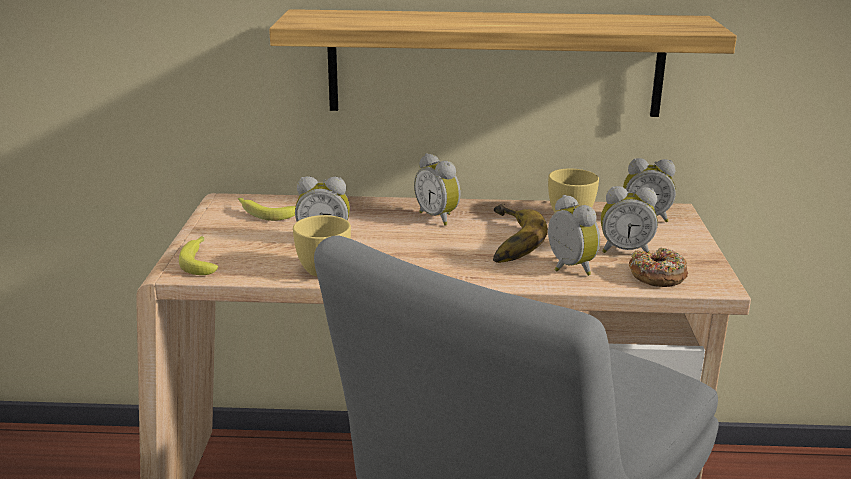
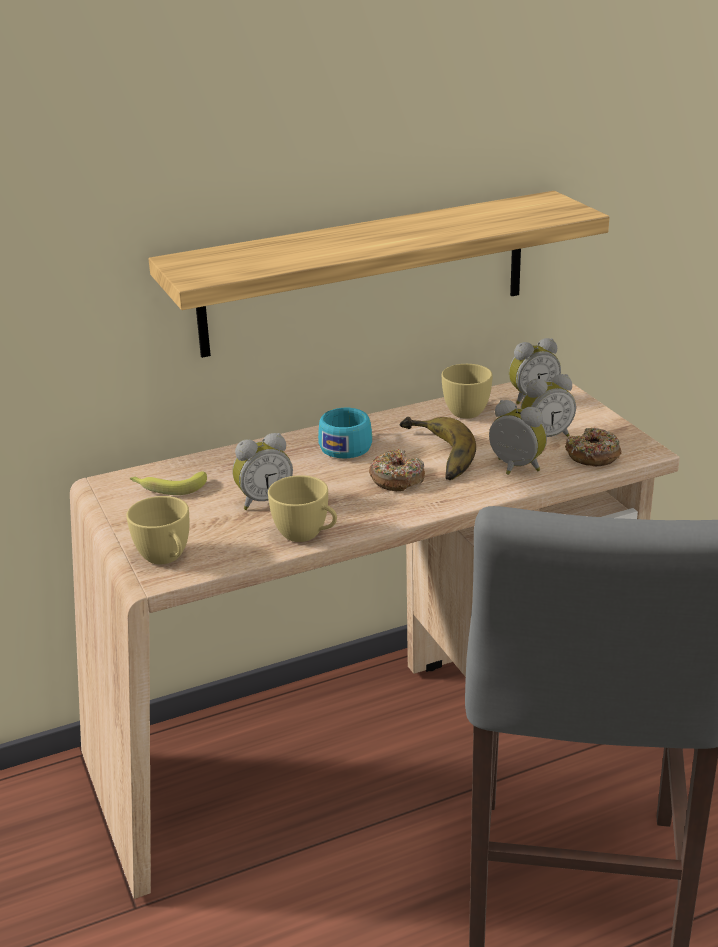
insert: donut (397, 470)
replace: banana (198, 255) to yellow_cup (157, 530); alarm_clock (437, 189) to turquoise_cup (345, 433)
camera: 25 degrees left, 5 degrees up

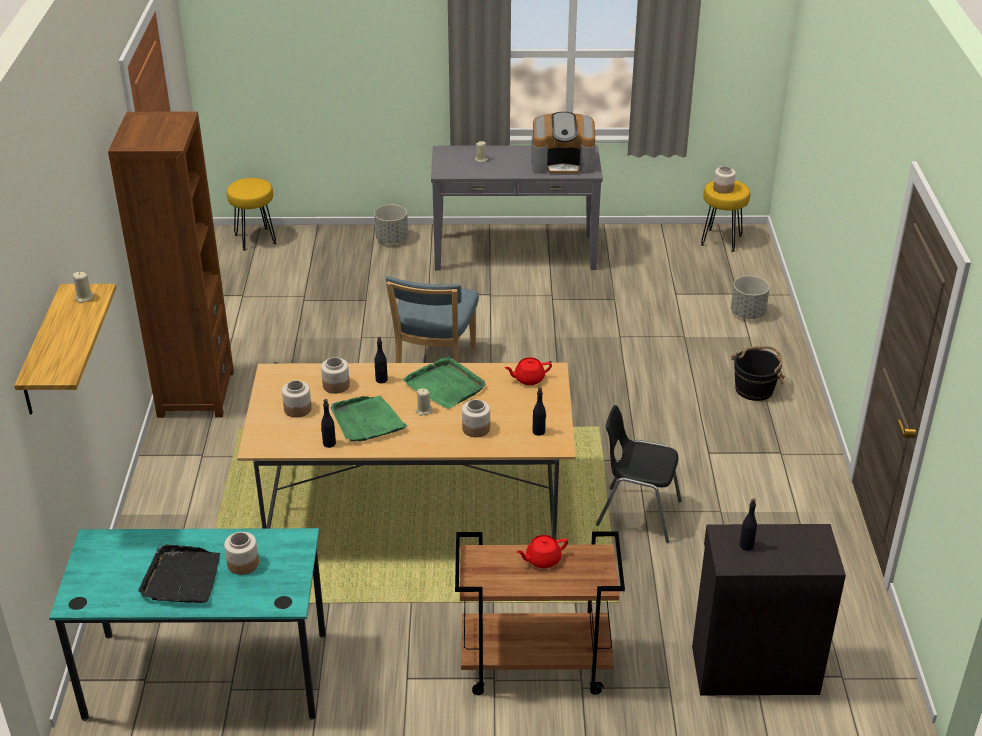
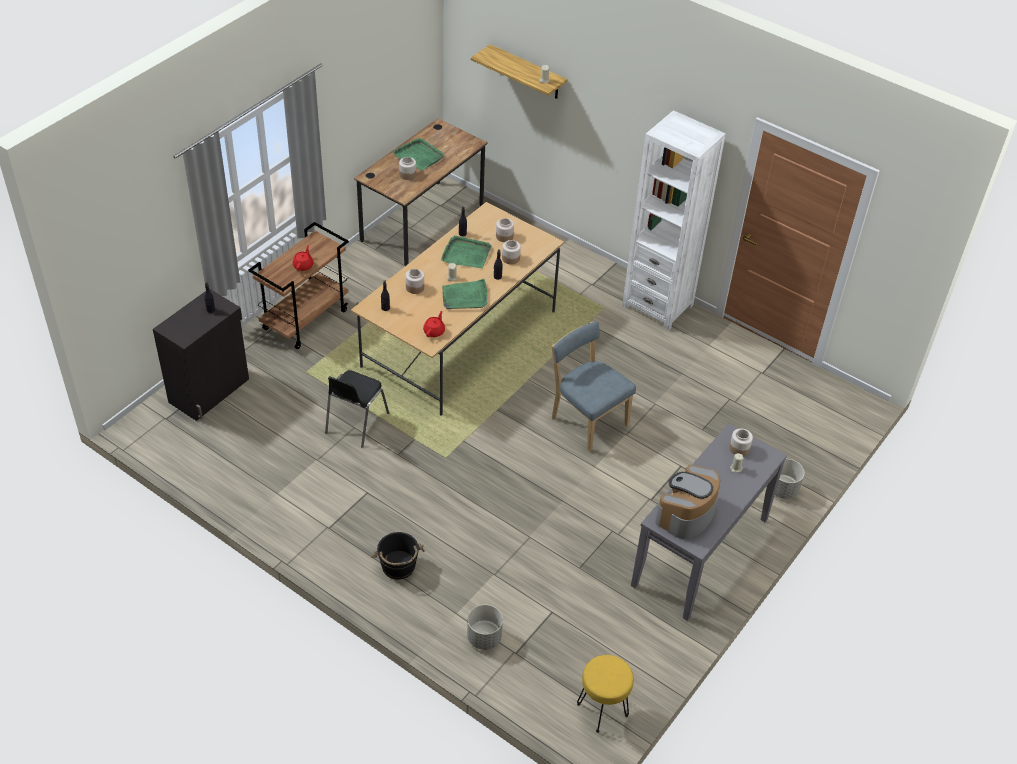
delete: yellow_stool (251, 214)
move: jar (724, 180) to (741, 442)
recolor: turquoise_desk (187, 624) to brown_desk (421, 192); black_tray (179, 574) to green_tray (418, 154); brown_bookcase (171, 265) to white_bookcase (674, 220)
rotate: black_chair (639, 474) = (357, 409) 150 degrees clockwise
camera: 125 degrees right, 10 degrees up

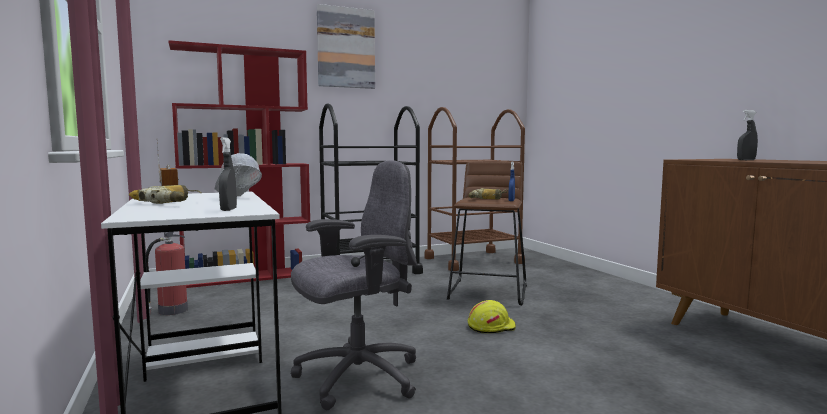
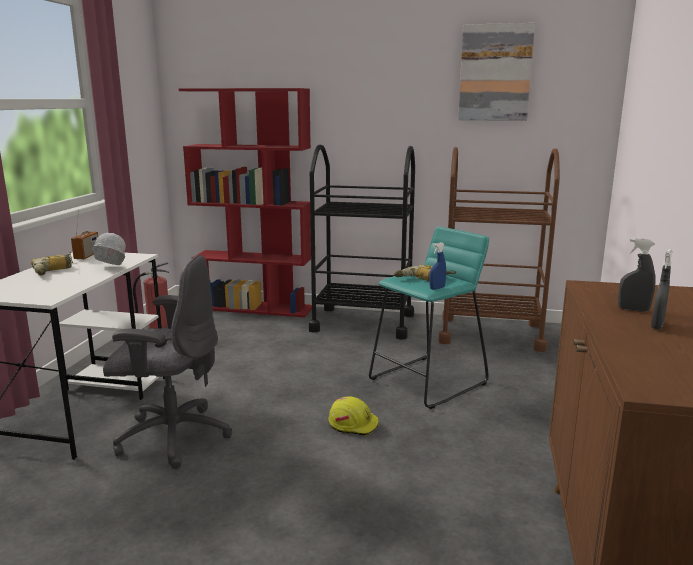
move: picture (346, 46) to (496, 72); grey_spray_bottle (228, 174) to (661, 289)
recolor: brown_stool (487, 233) to turquoise_stool (429, 318)
camera: 35 degrees right, 10 degrees up

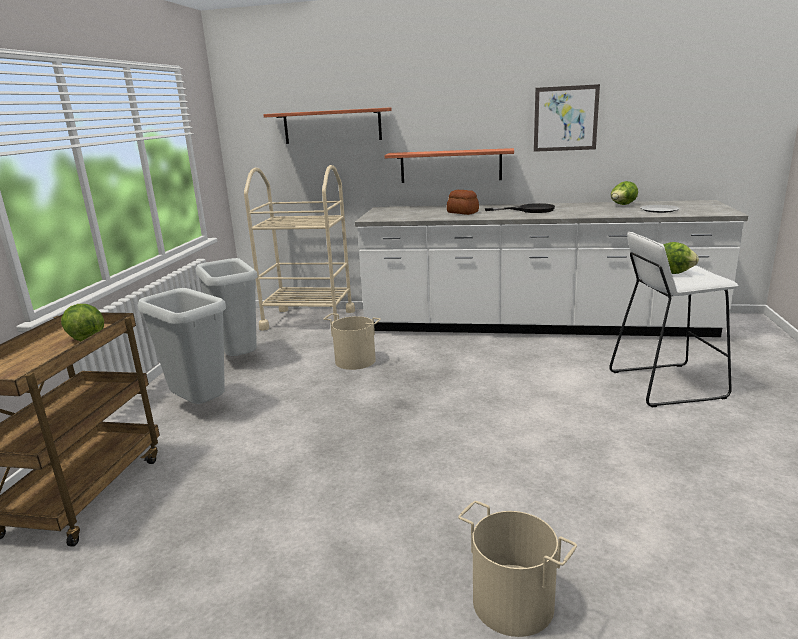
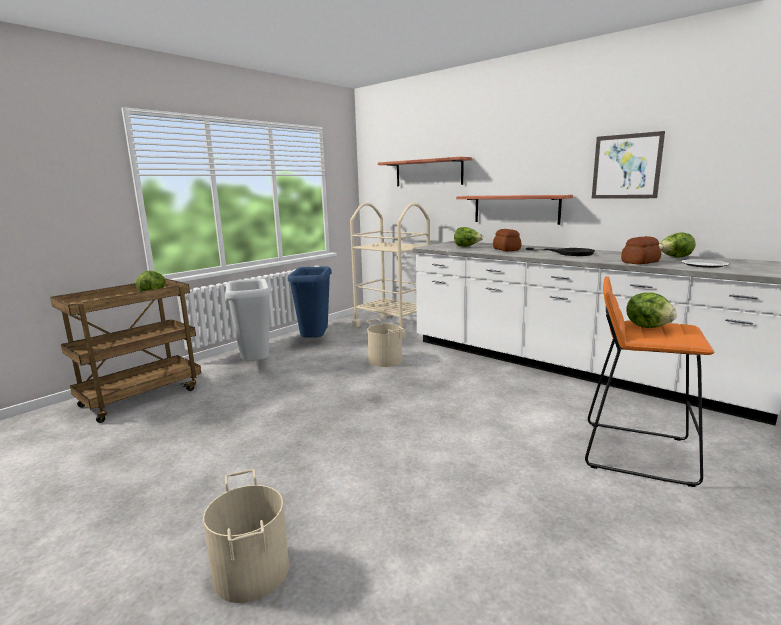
insert: lettuce (468, 237); bread (641, 250)
recolor: grey_trash_can (226, 307) to blue_trash_can (310, 302); white_stool (674, 319) to orange_stool (649, 381)
camera: 30 degrees right, 5 degrees down

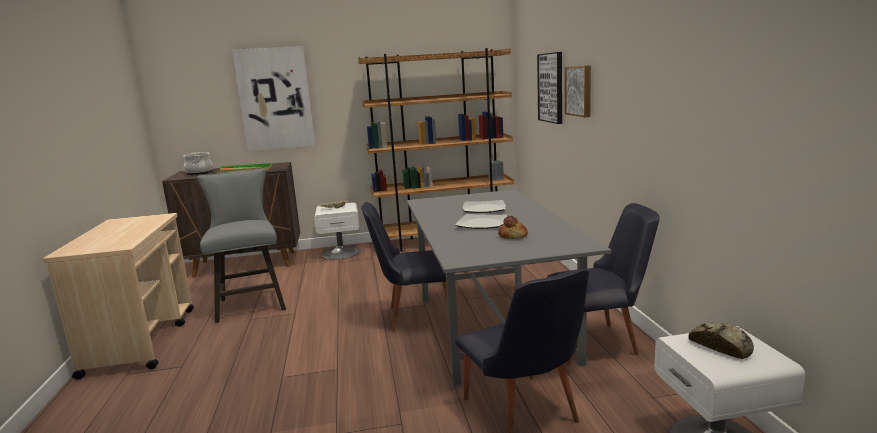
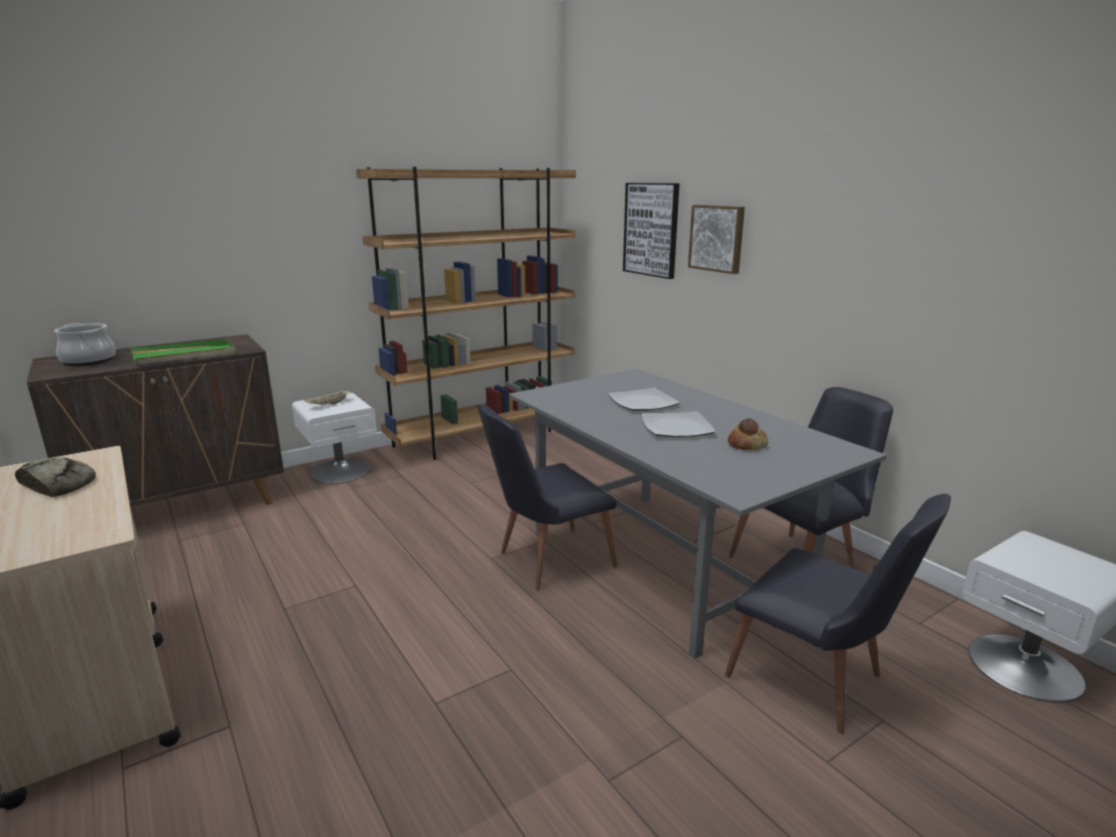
delete: grey_stool (241, 246); picture (273, 98)
move: bread (721, 341) to (55, 477)
camera: 25 degrees left, 5 degrees up

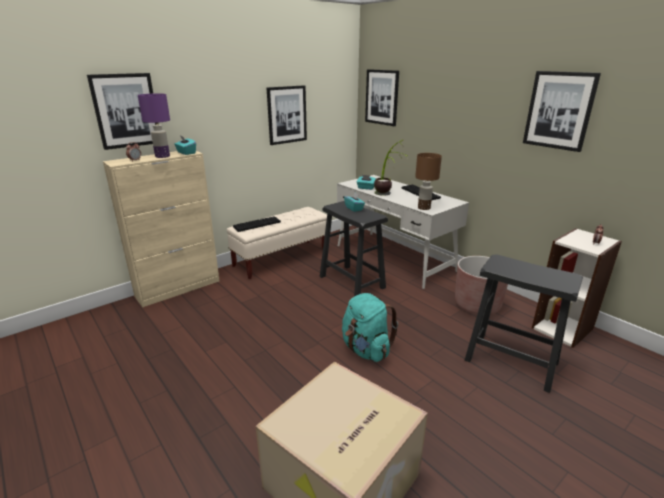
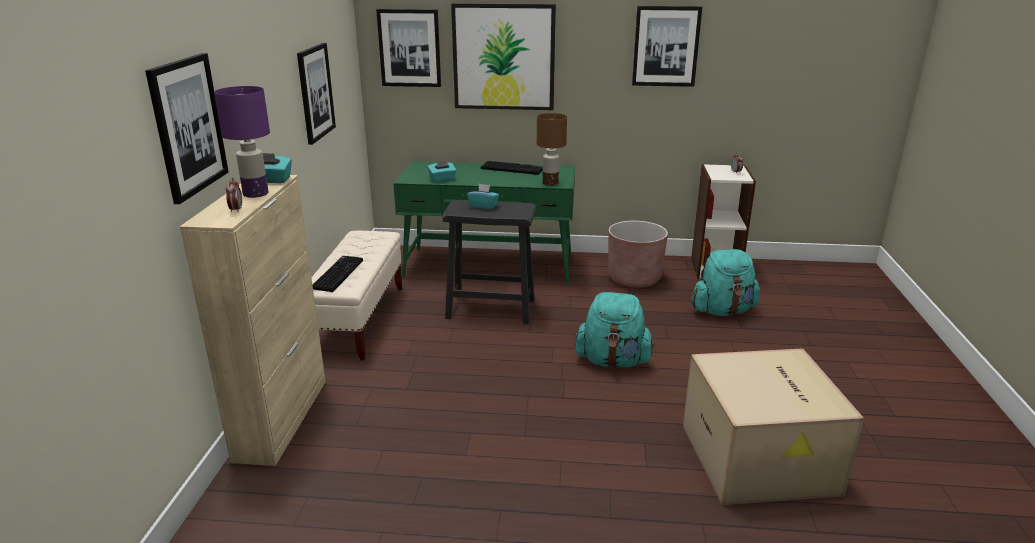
delete: potted_plant (391, 168)
insert: picture (503, 56)
replace: black_stool (524, 324) to turquoise_backpack (725, 282)
recolor: white_desk (403, 232) to green_desk (484, 222)
camera: 45 degrees left, 0 degrees up

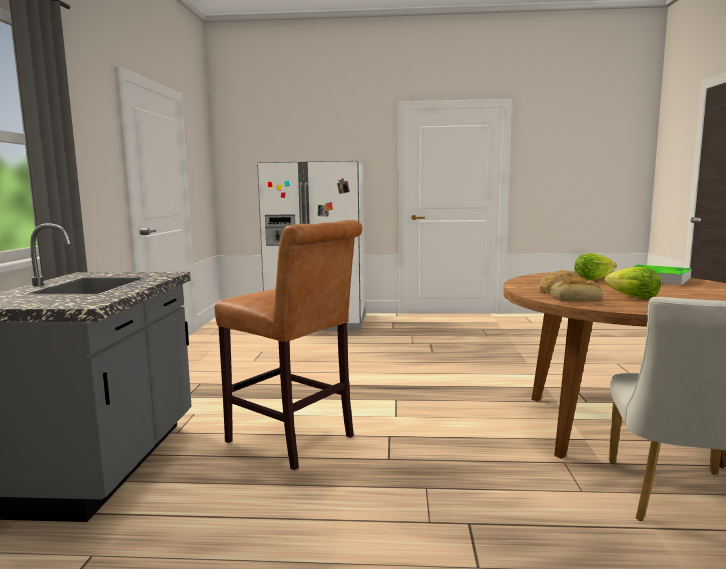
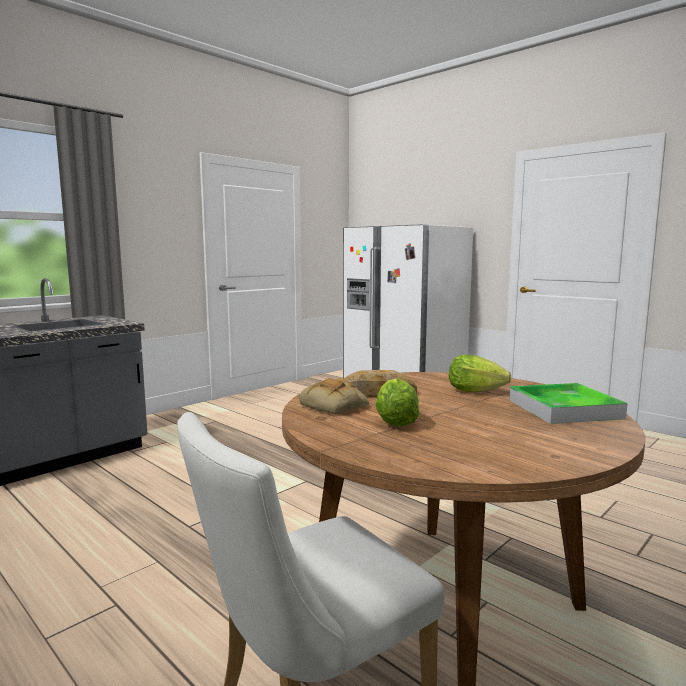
delete: brown_stool (288, 345)
camera: 40 degrees right, 0 degrees up

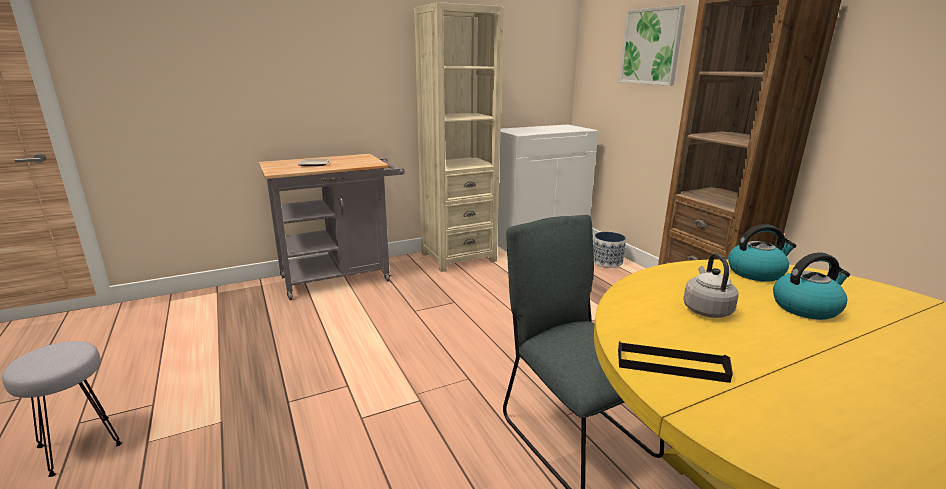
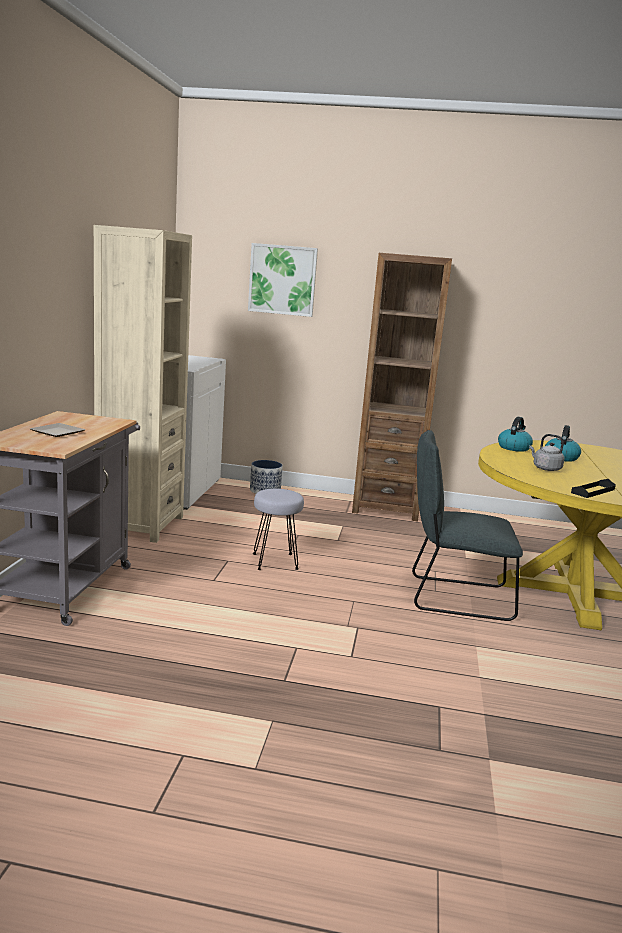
move: grey_stool (62, 409) to (278, 529)
camera: 55 degrees left, 5 degrees down

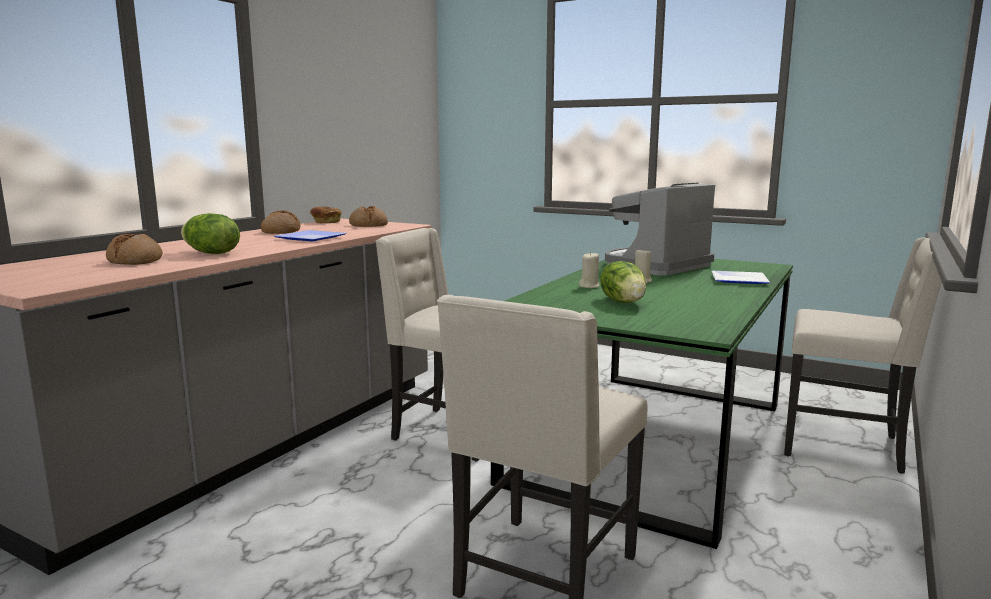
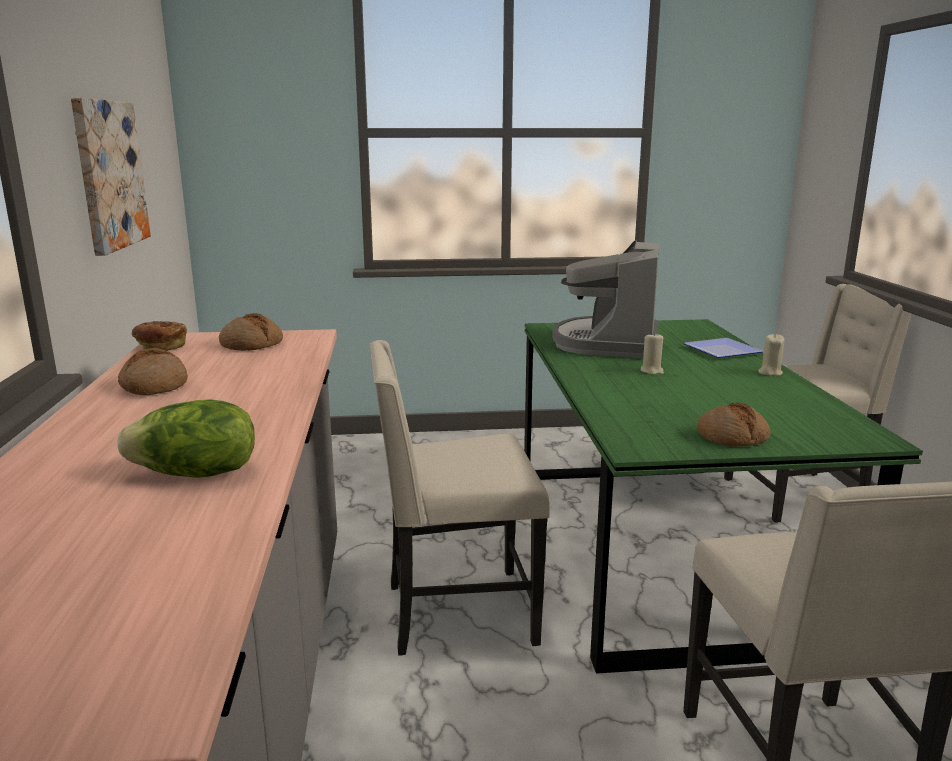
delete: plate (310, 235); lettuce (623, 282)
insert: picture (111, 177)
move: bread (134, 249) to (734, 424); beige_candle (589, 270) to (771, 355)
camera: 35 degrees left, 5 degrees up

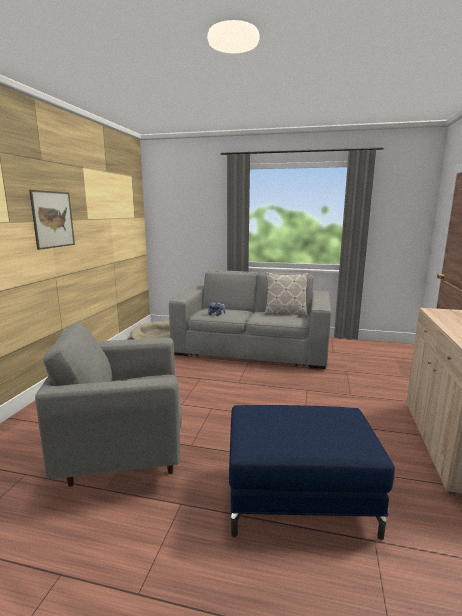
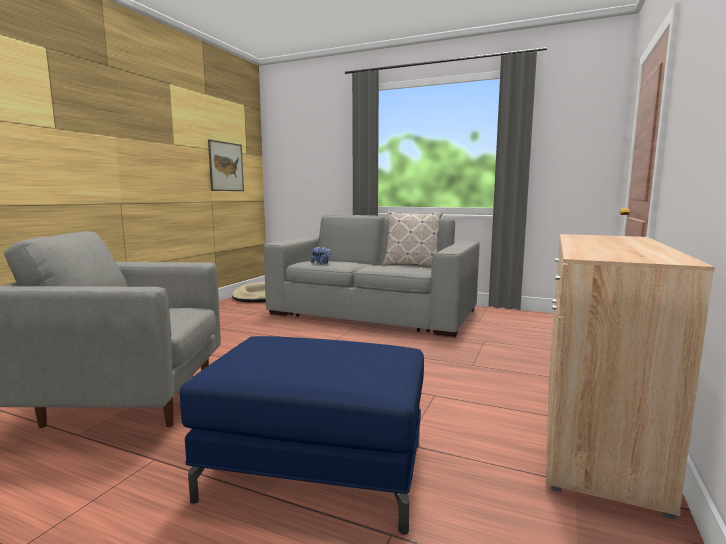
move: picture (52, 220) to (226, 165)
camera: 10 degrees right, 5 degrees down

